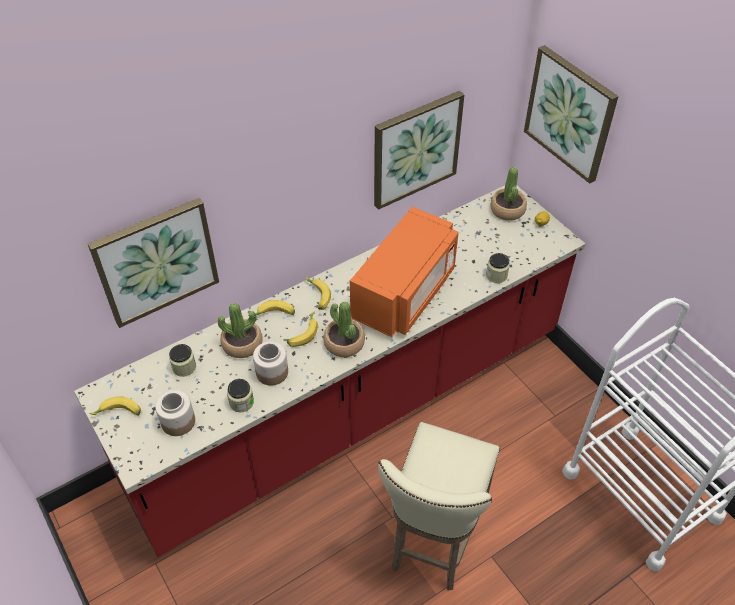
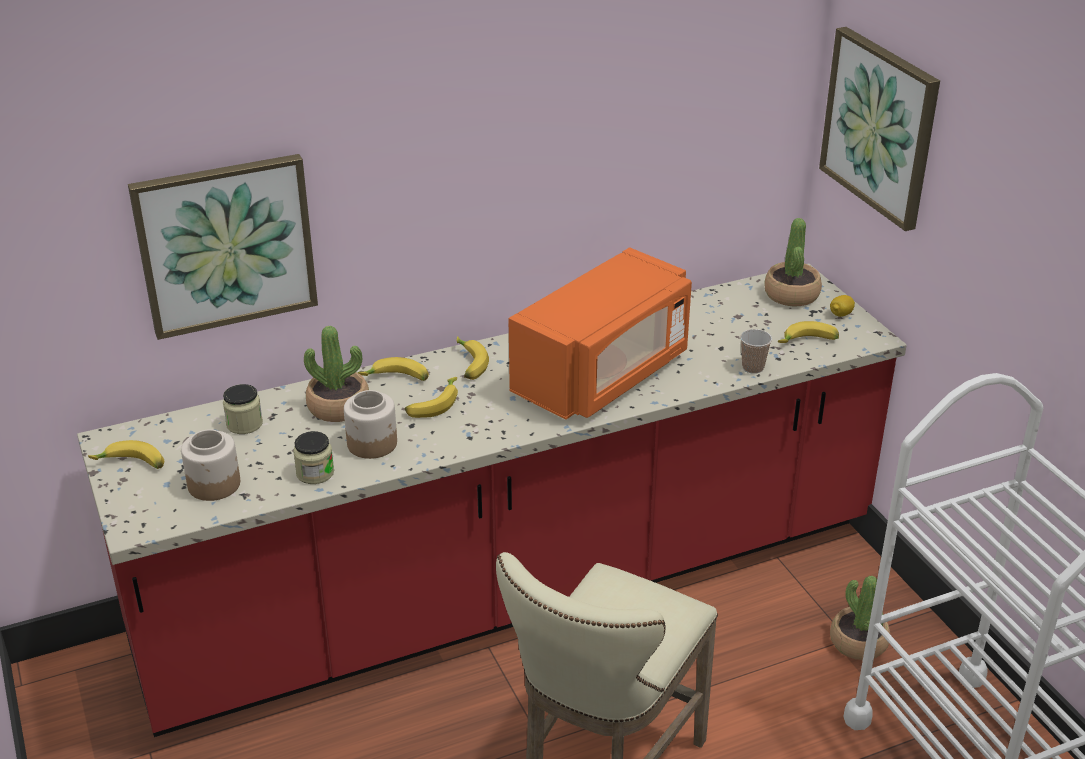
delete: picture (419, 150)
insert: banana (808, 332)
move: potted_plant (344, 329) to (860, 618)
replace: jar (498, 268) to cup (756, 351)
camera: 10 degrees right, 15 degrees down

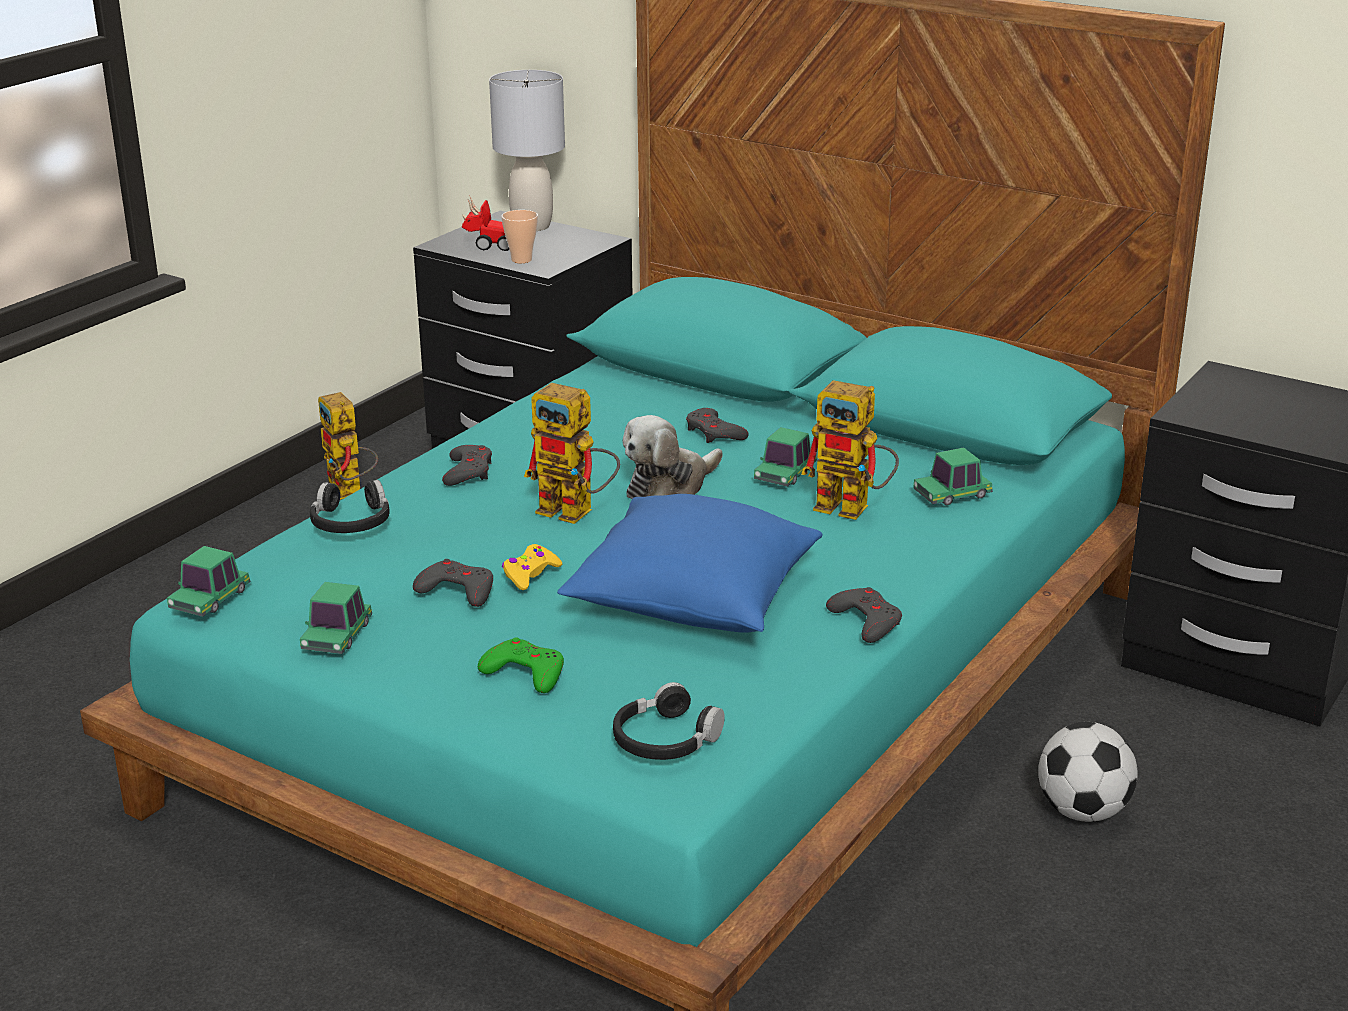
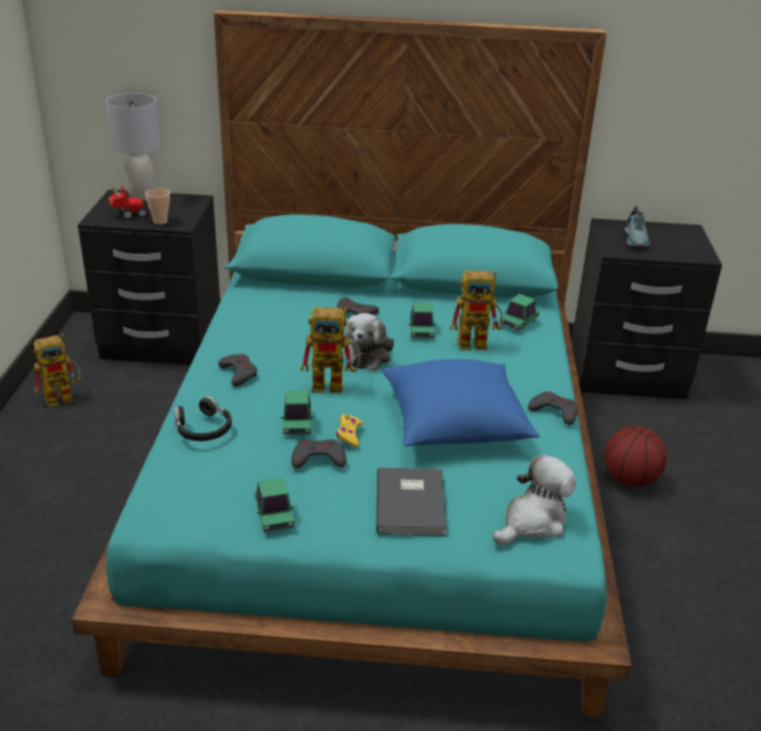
insert: shoe (637, 226)
move: toy_car (209, 581) to (297, 412)
replace: green_game_controller (521, 665) to grey_book (411, 501); black_headphones (669, 721) to plush_toy (534, 499); football (1088, 772) to basketball (635, 456)
rotate: toy_robot (348, 446) = (57, 370) 60 degrees counterclockwise
camera: 30 degrees left, 5 degrees up

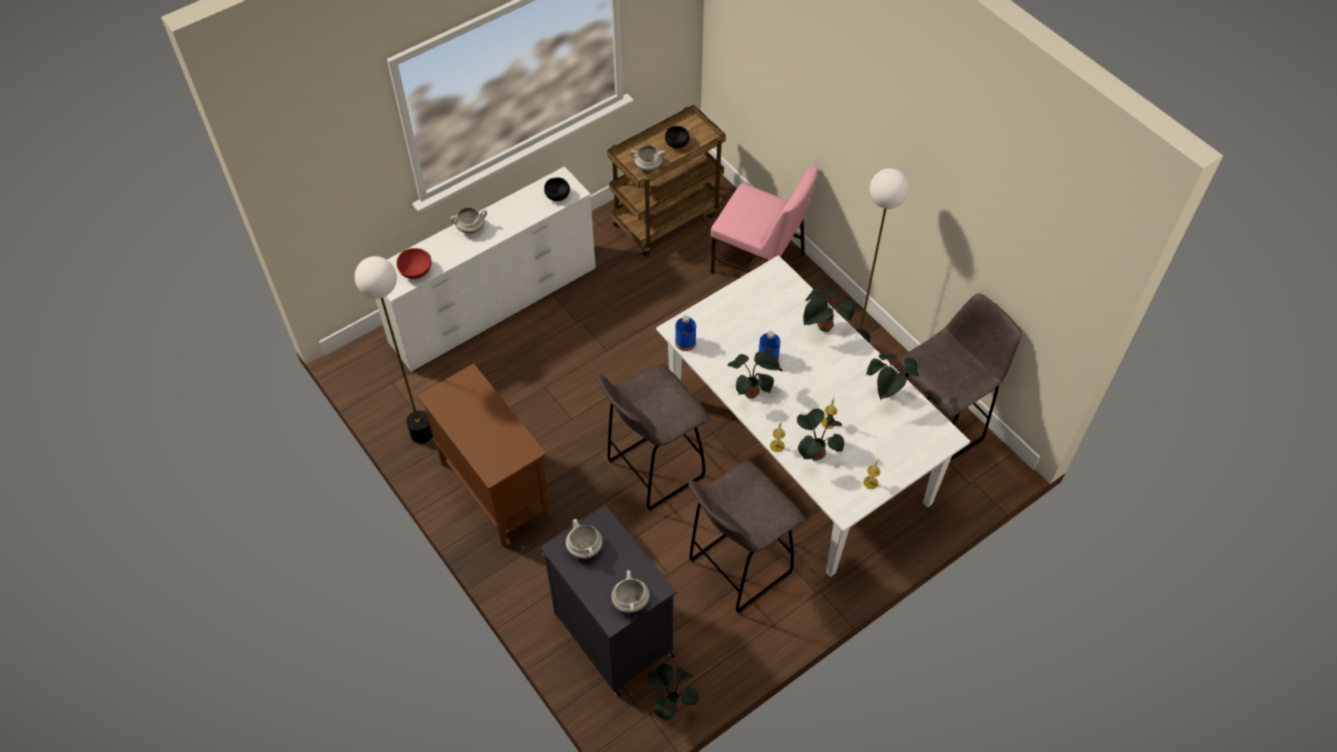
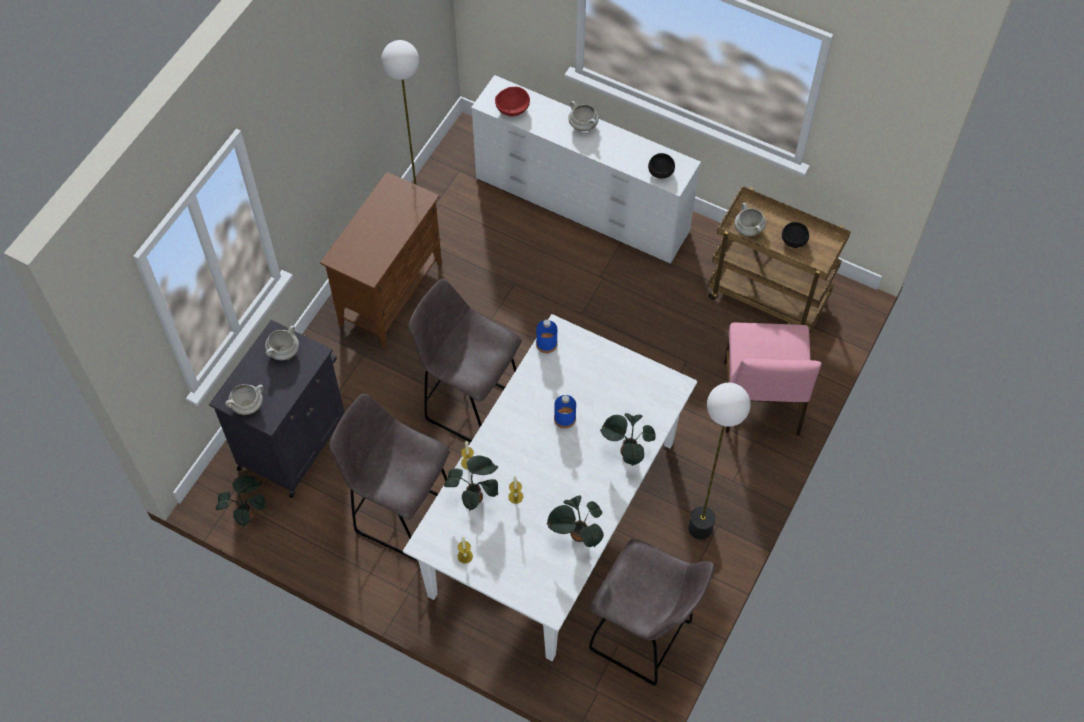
delete: potted_plant (754, 375)
camera: 65 degrees right, 5 degrees up

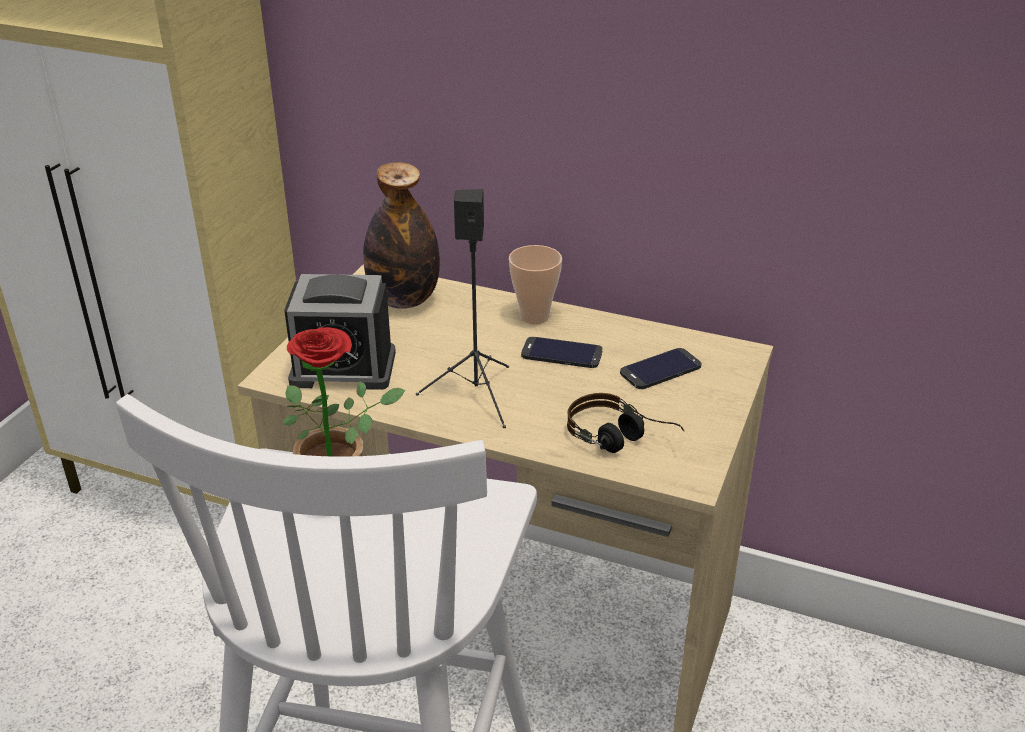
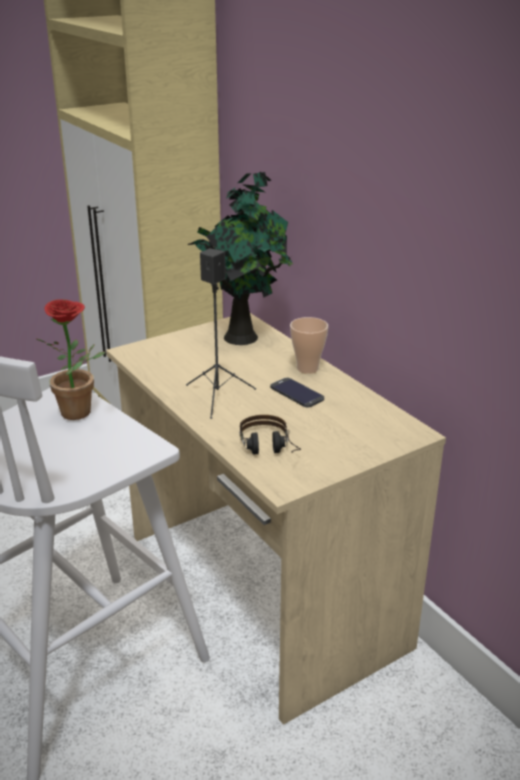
delete: alarm_clock (340, 332); phone (661, 368)
replace: bottle (401, 235) to potted_plant (240, 258)
camera: 35 degrees right, 5 degrees down

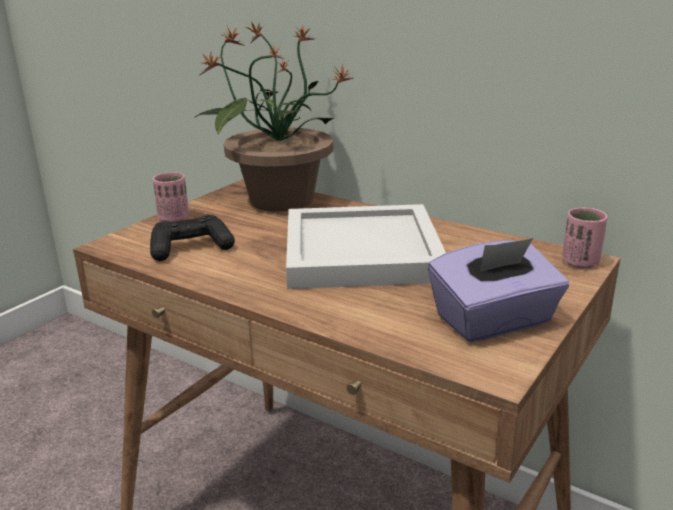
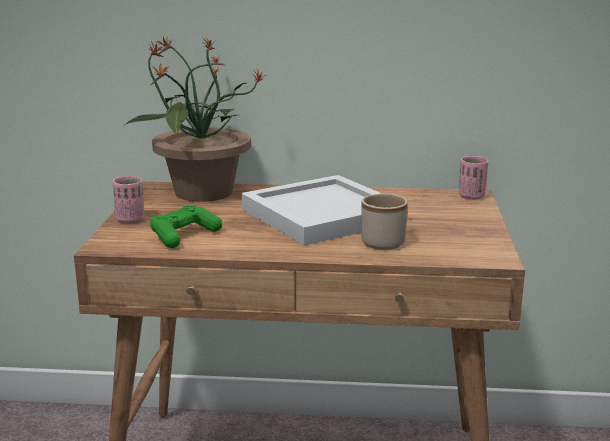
delete: purple_tissue_box (498, 290)
insert: beige_mug (384, 222)
recolor: black_game_controller (192, 237) to green_game_controller (186, 226)
camera: 30 degrees left, 5 degrees down

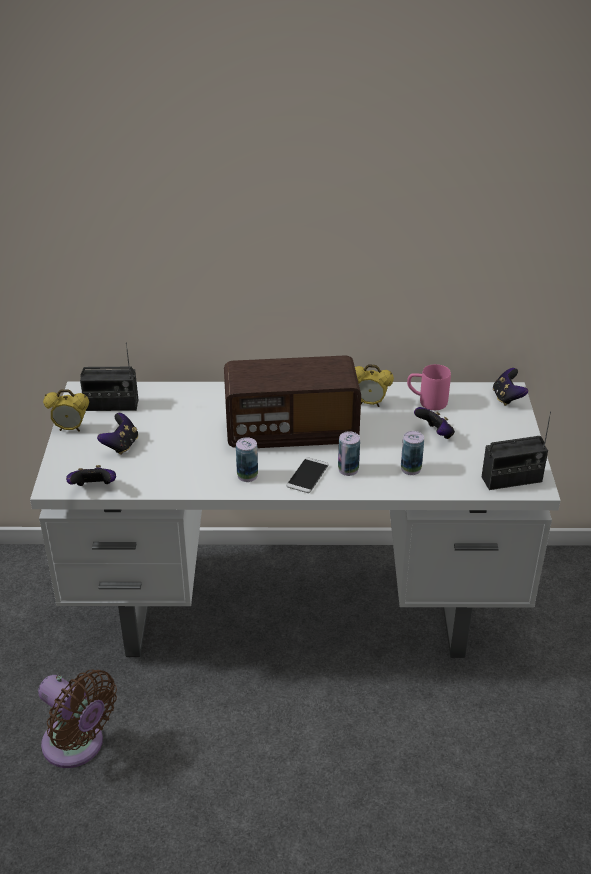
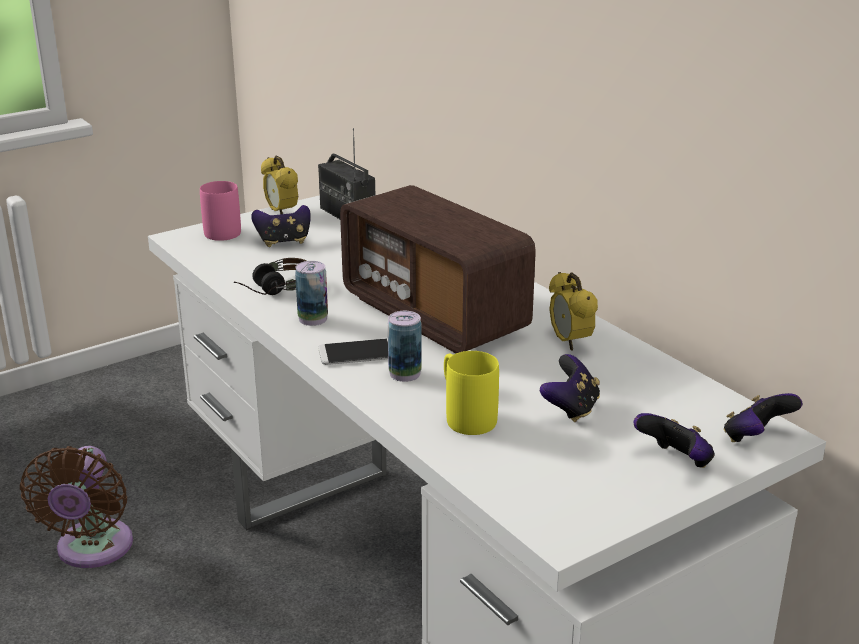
delete: radio (516, 450)
insert: headphones (270, 276)
move: pink_mug (429, 387) to (220, 211); game_controller (91, 475) to (674, 440)
replace: can (412, 453) to yellow_mug (471, 393)
camera: 55 degrees right, 10 degrees down

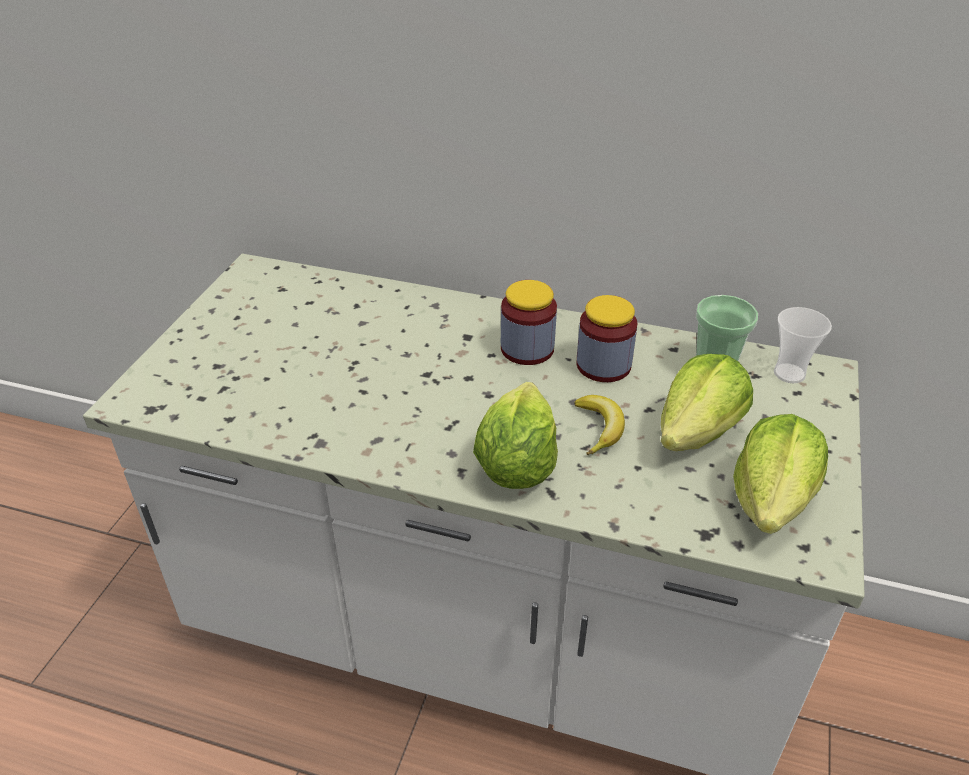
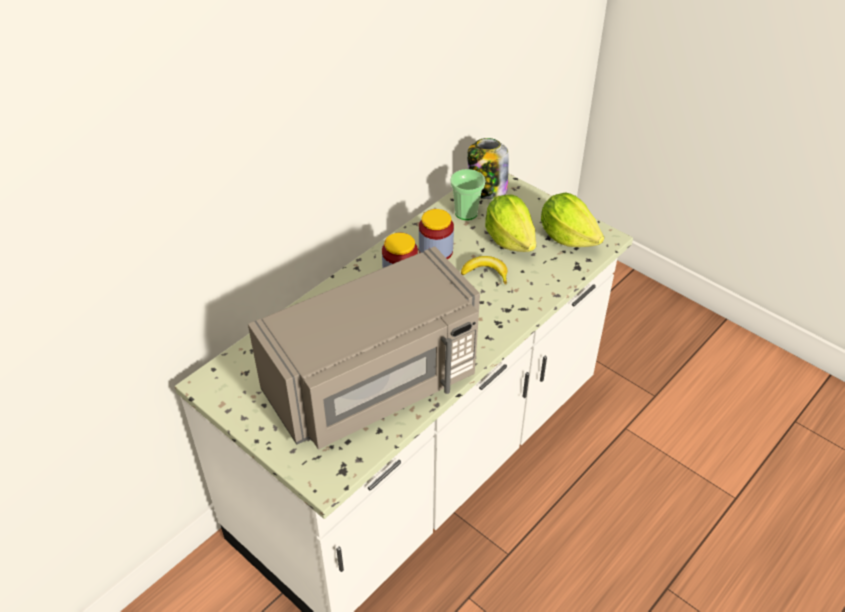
delete: lettuce (515, 435)
insert: grey_microwave (364, 347)
replace: cup (803, 345) to jar (488, 168)
camera: 65 degrees left, 5 degrees up

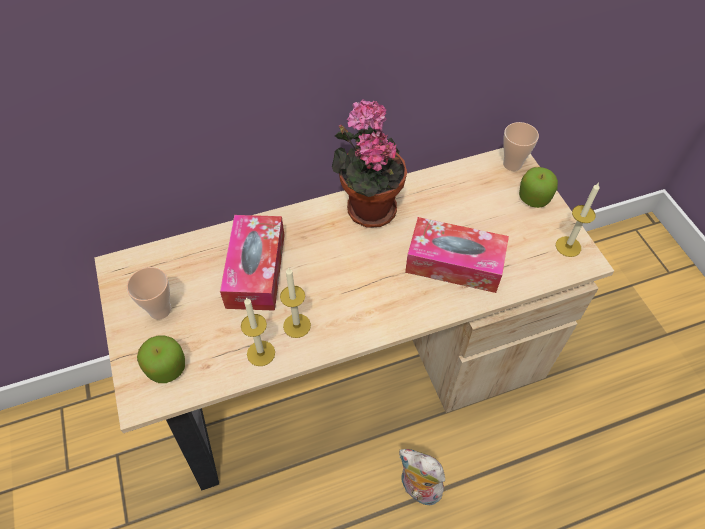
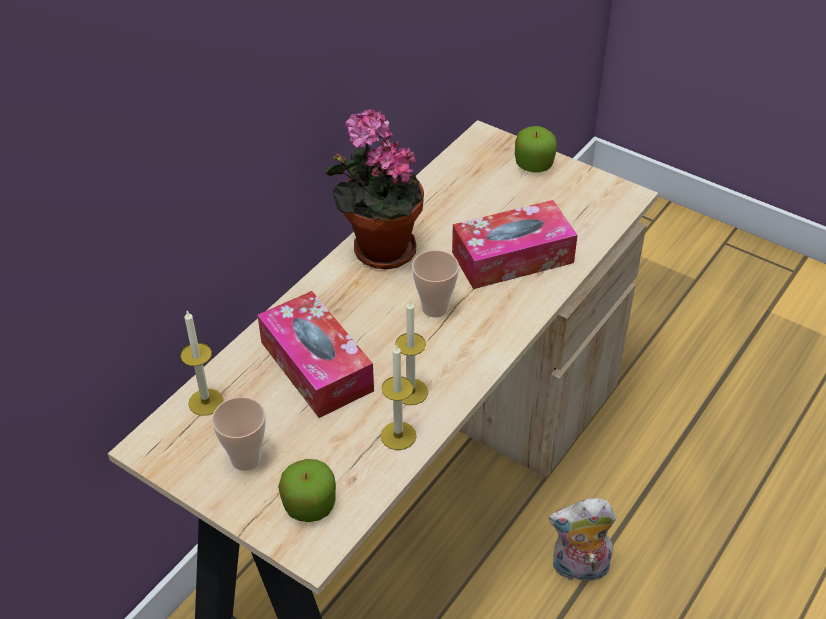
move: candle (578, 220) to (202, 363); cup (521, 146) to (435, 283)
camera: 35 degrees left, 10 degrees down

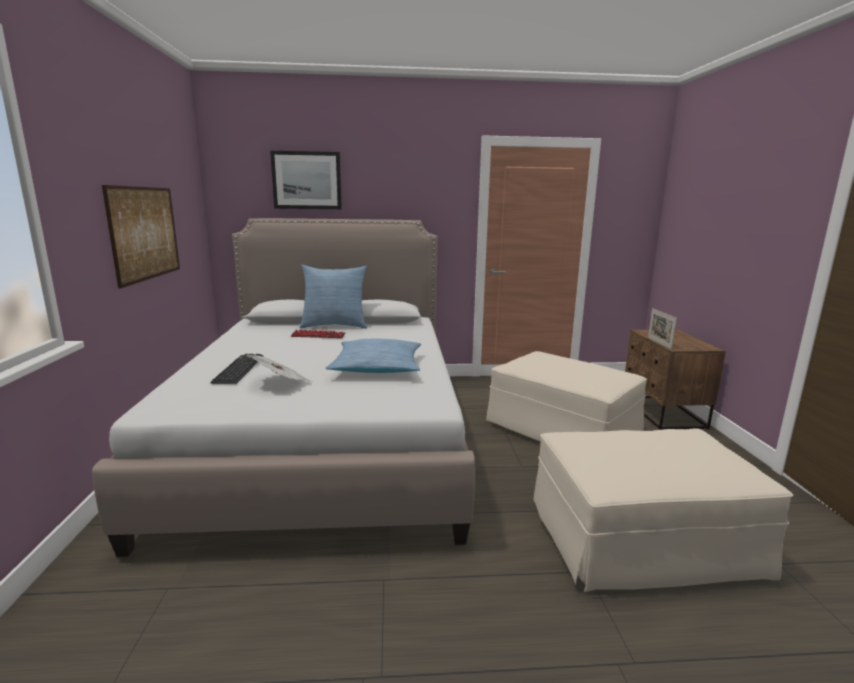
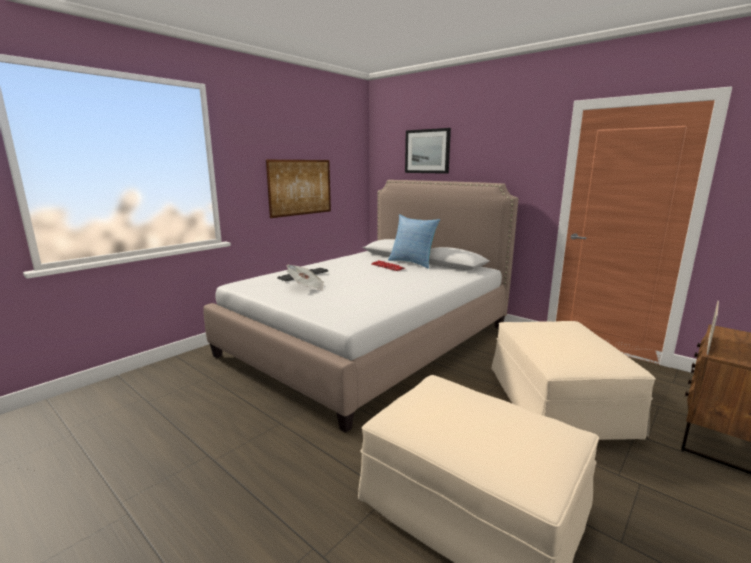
delete: pillow (373, 356)
camera: 45 degrees right, 0 degrees up

